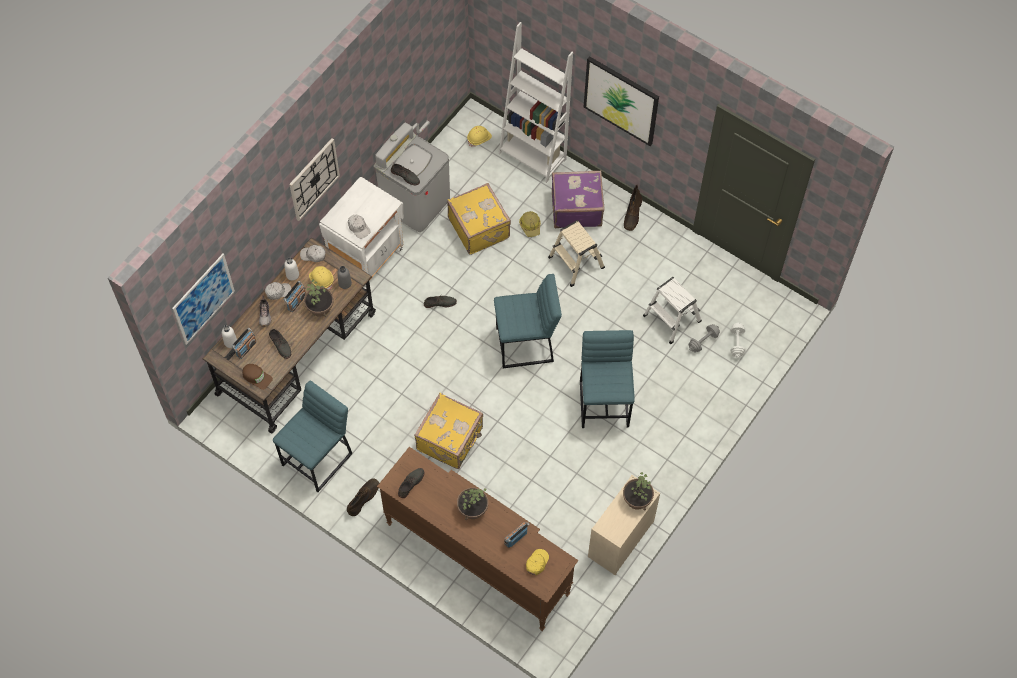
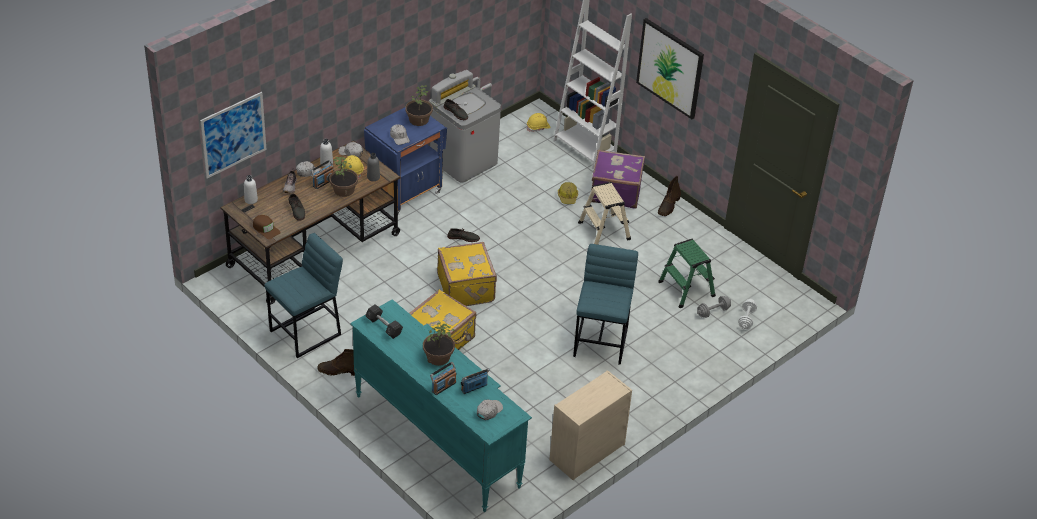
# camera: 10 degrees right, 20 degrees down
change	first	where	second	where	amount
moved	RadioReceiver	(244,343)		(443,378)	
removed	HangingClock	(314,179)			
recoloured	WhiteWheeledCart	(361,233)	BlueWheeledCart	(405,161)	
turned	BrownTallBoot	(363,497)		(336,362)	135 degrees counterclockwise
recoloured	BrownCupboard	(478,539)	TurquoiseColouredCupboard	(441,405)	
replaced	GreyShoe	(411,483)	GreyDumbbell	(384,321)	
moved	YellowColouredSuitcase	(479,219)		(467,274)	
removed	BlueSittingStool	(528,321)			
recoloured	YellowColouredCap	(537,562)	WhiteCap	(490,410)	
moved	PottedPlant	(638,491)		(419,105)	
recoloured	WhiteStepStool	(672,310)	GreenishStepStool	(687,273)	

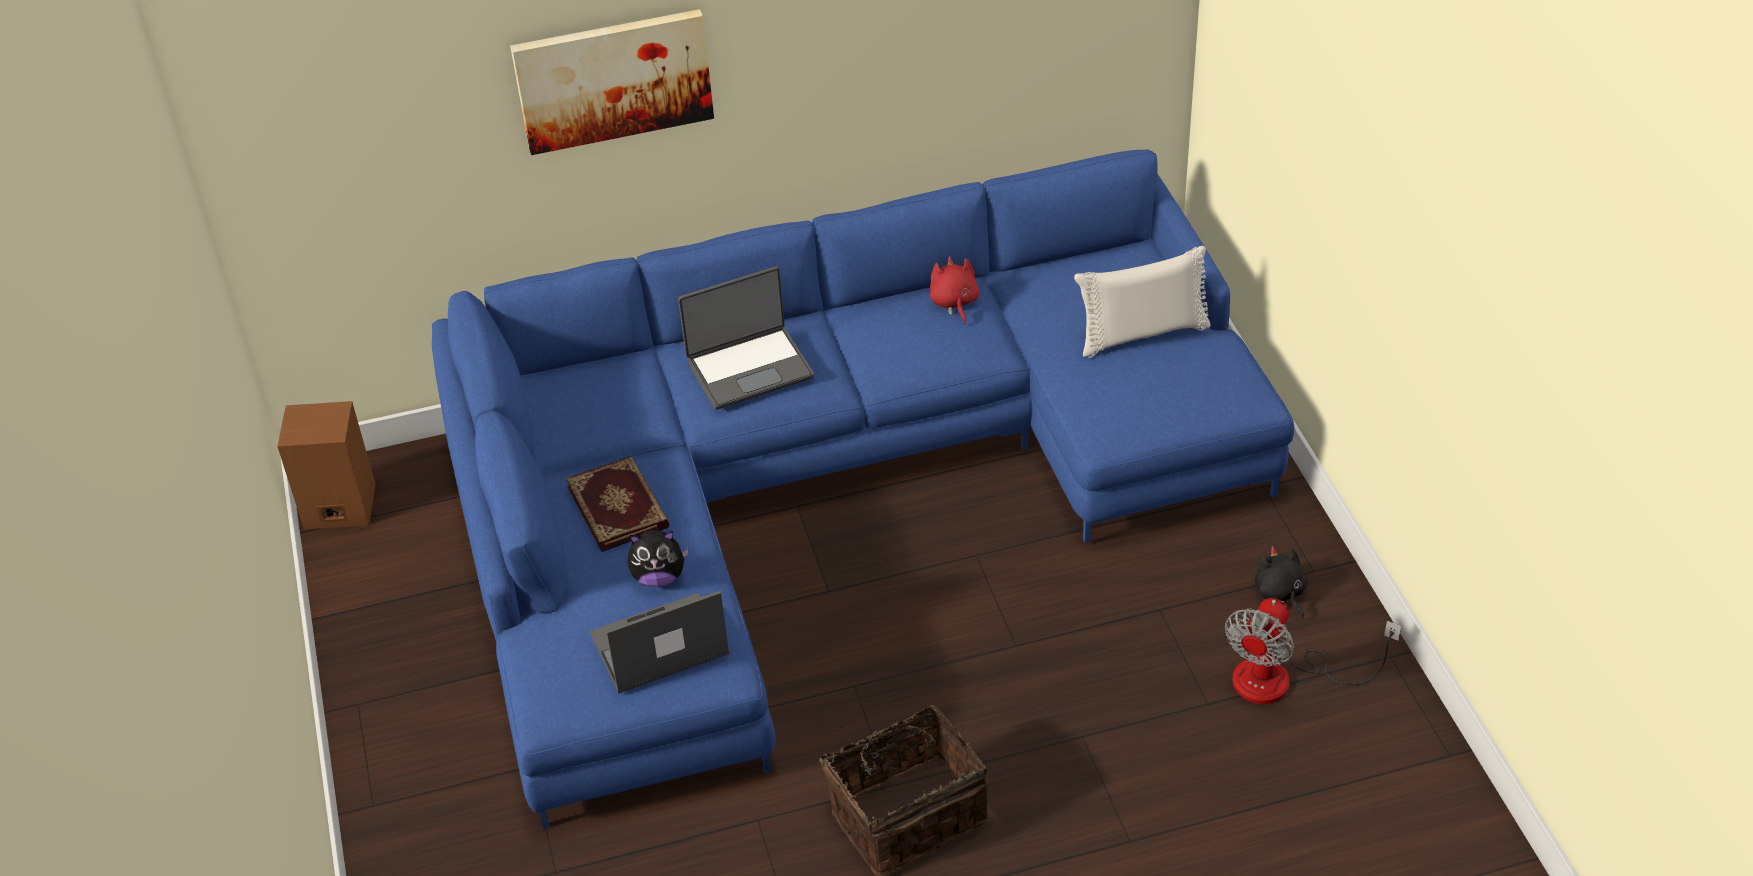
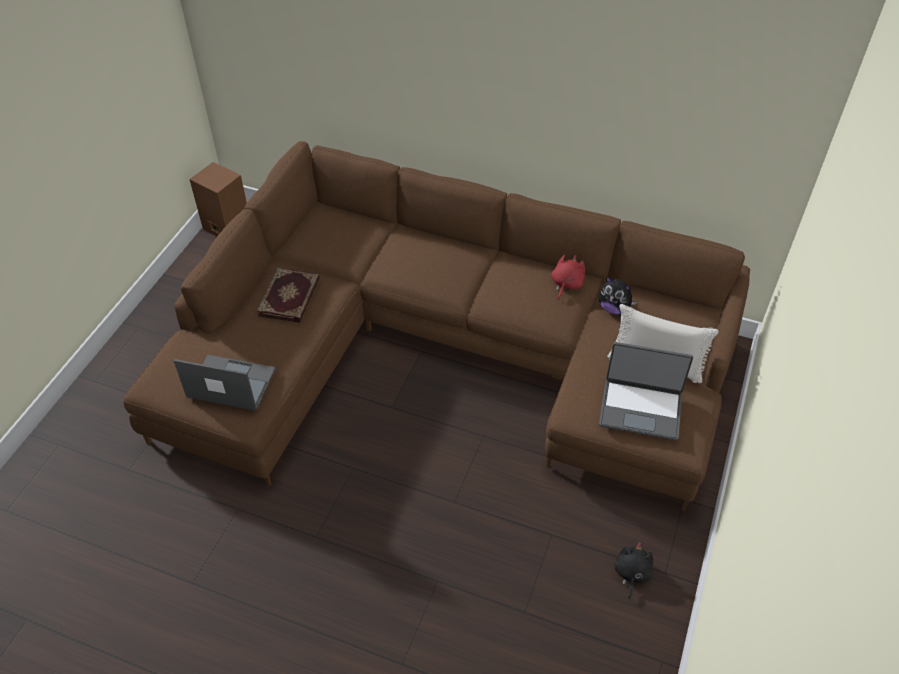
# camera: 35 degrees right, 5 degrees up
change	first	where	second	where	amount
recoloured	BlueCouch	(863,489)	BrownCouch	(436,326)	
removed	Picture	(612,82)			
moved	SoftToy	(658,558)		(618,295)	
moved	PortableComputer	(746,338)		(646,391)	
removed	Basket	(903,790)			
removed	CoolingFan	(1313,651)			

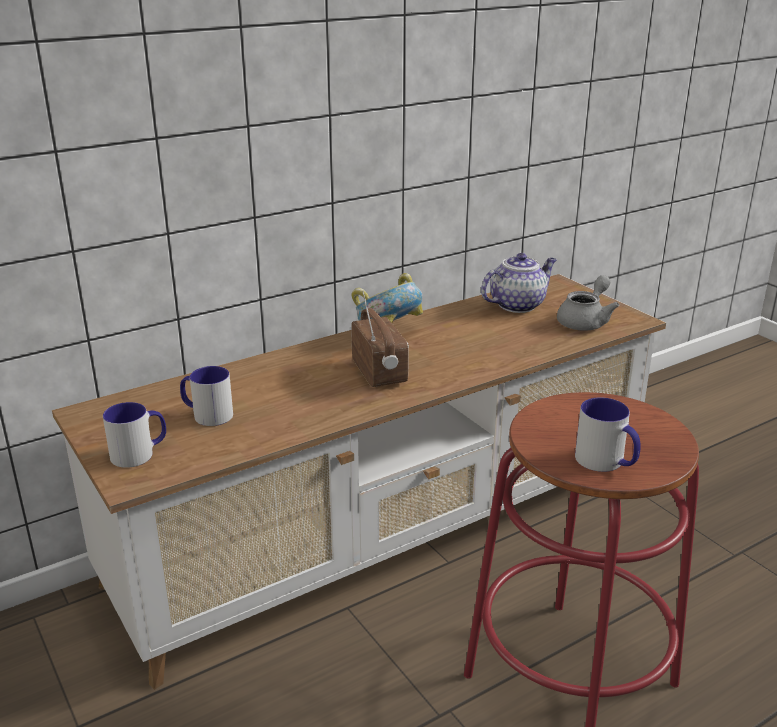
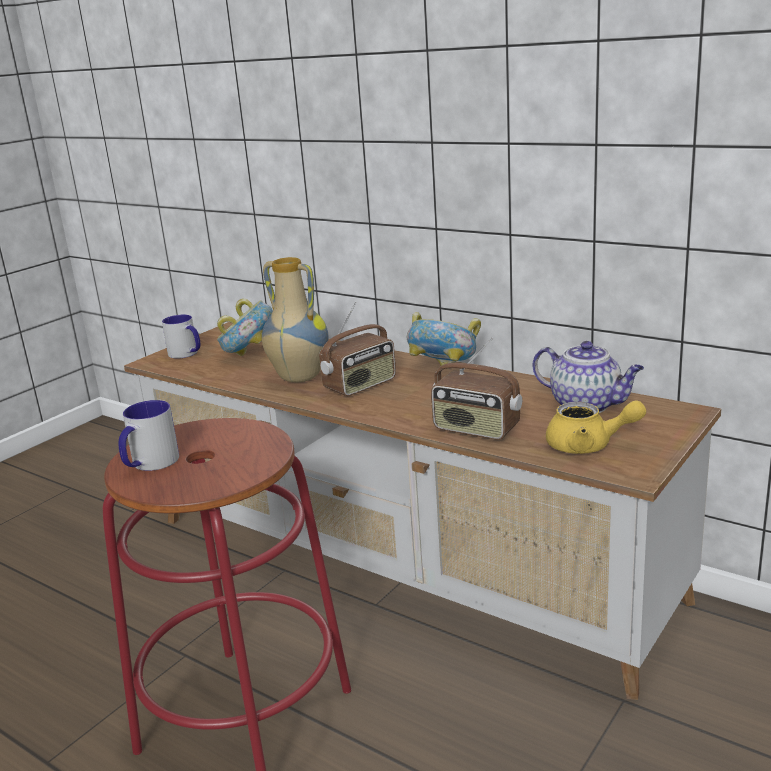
# camera: 70 degrees right, 5 degrees down
change	first	where	second	where	amount
replaced	Mug	(206,396)	DeepDish	(245,327)	
recoloured	GreyTeaPot	(588,303)	YellowColouredTeaPot	(596,427)	
added			FlowerVase	(295,319)	
added			RadioReceiver	(476,388)	

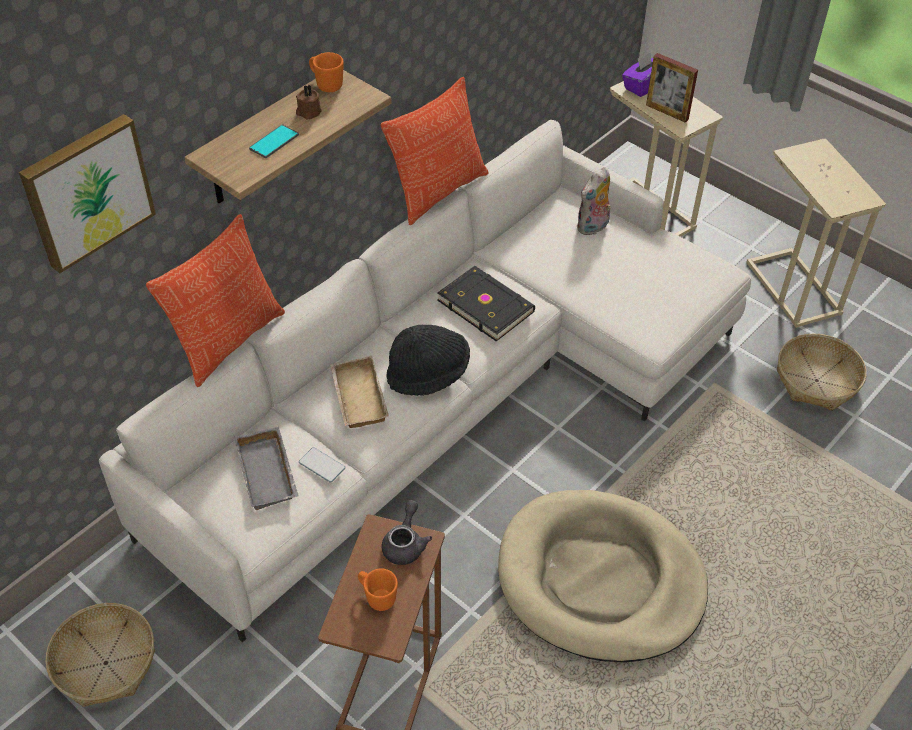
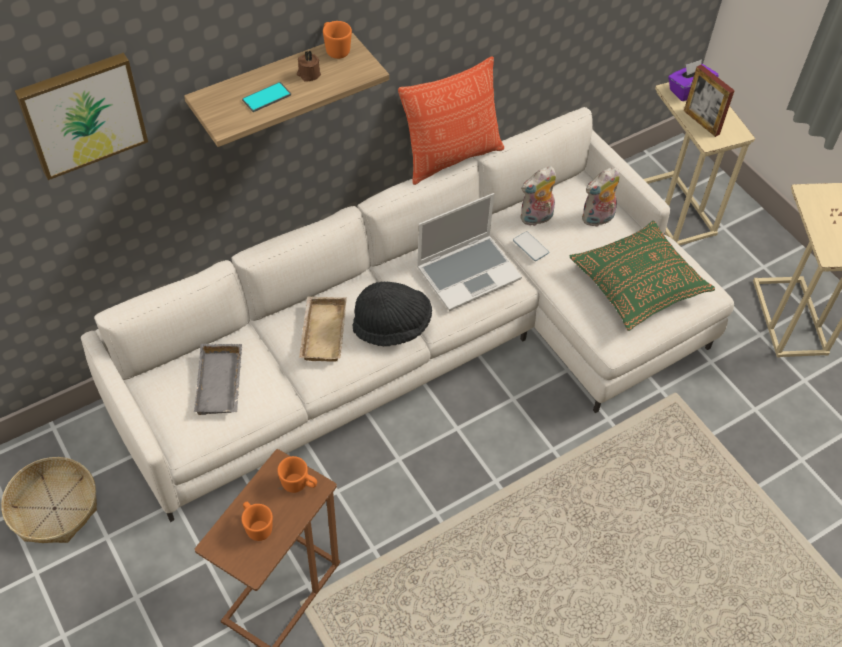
# camera: 15 degrees right, 5 degrees up
change	first	where	second	where	amount
removed	OrangePillow	(215,300)			
moved	Phone	(322,465)		(531,246)	
replaced	GreyTeaPot	(407,532)	OrangeMug	(297,474)	
replaced	BlackColouredBook	(486,303)	PortableComputer	(469,252)	
removed	BeigeDogCushion	(603,576)			
removed	Basket	(821,372)			
added			SoftToy	(538,196)	
added			GreenishPillow	(642,276)	

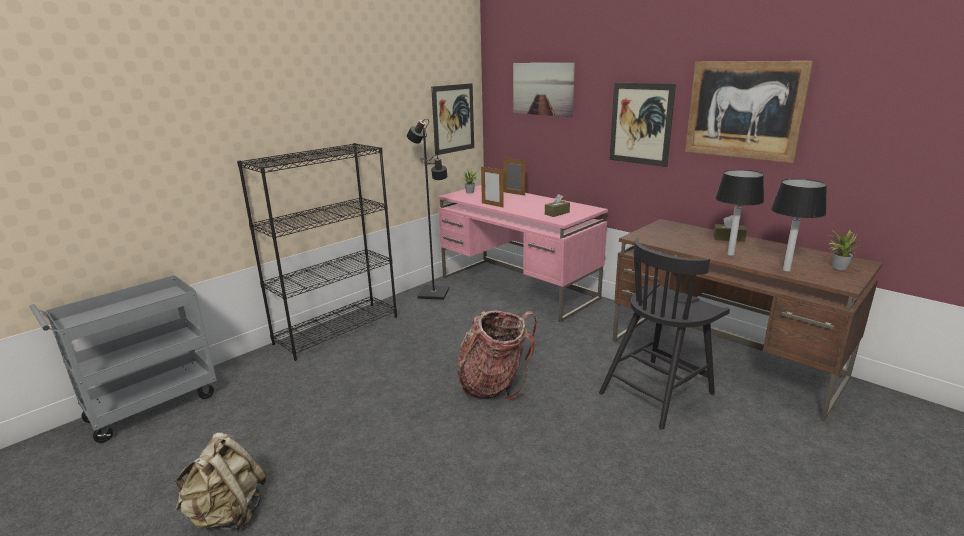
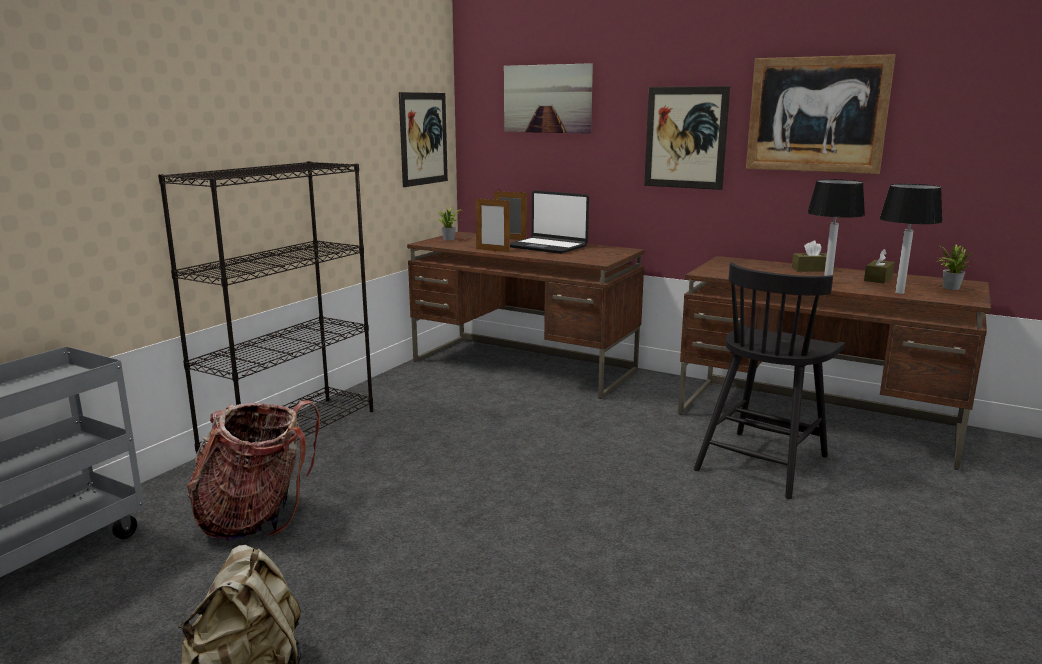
# camera: 15 degrees left, 5 degrees down
change	first	where	second	where	amount
removed	BlackColouredStandardLamp	(428,209)			
recoloured	PinkishDesk	(523,253)	BrownDesk	(526,315)	
moved	Knapsack	(497,355)		(253,470)	
moved	BrownTissueHolder	(557,205)		(879,266)	
added			PortableComputer	(549,222)	

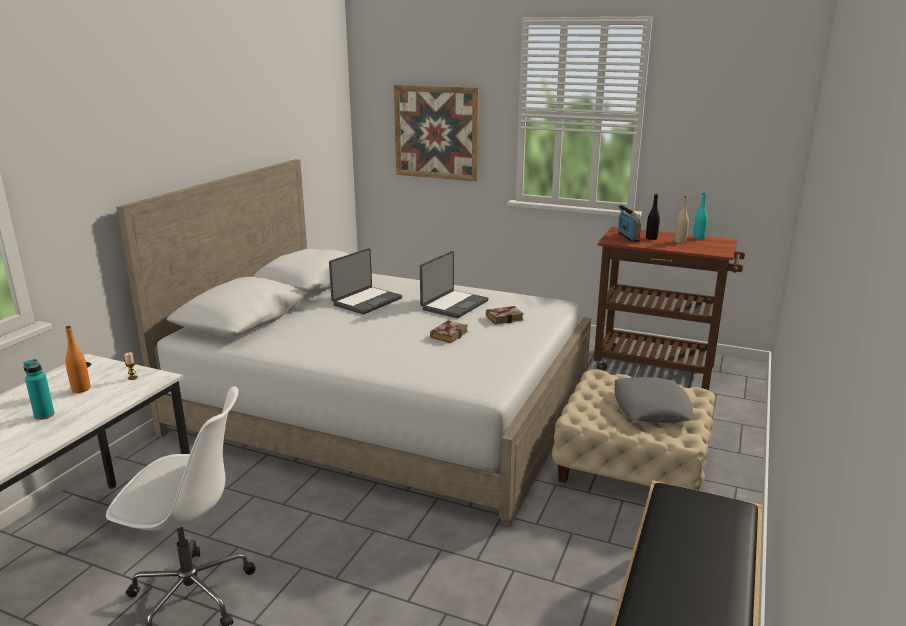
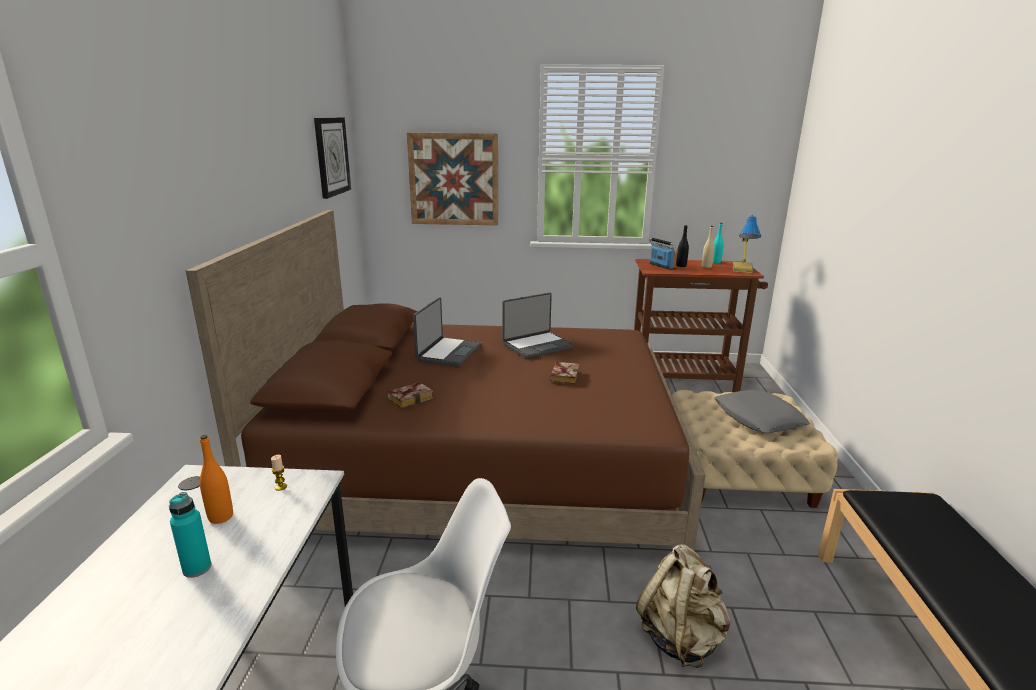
# camera: 20 degrees left, 0 degrees up
change	first	where	second	where	amount
recoloured	WhiteBed	(353,342)	BrownBed	(446,380)	
turned	PortableComputer	(454,284)		(538,325)	45 degrees clockwise
moved	Book	(505,315)		(410,395)	
added			HangingClock	(332,158)	
added			BeigeKnapsack	(683,606)	
added			LampForATable	(746,244)	

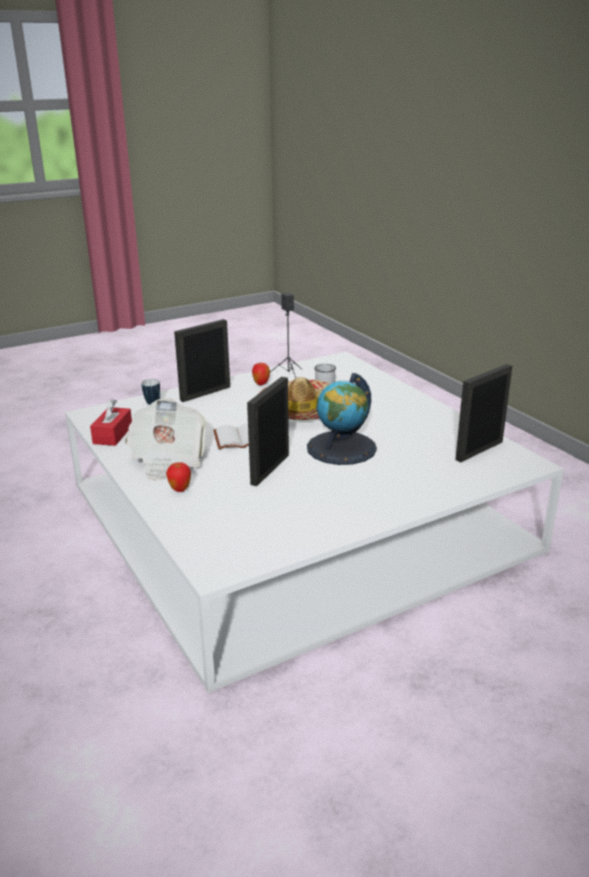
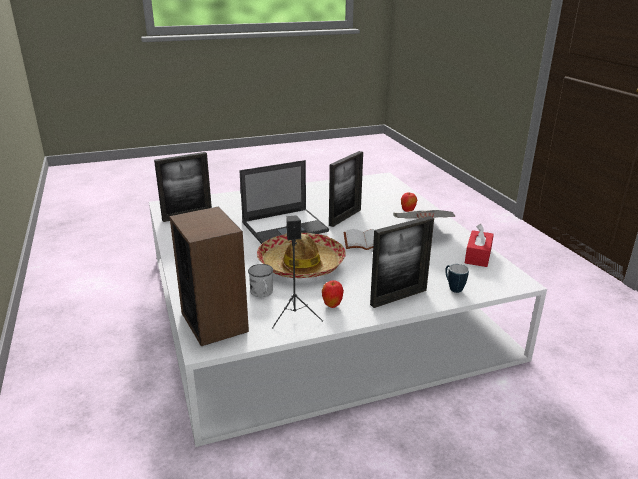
# camera: 170 degrees left, 0 degrees up
change	first	where	second	where	amount
replaced	Globe	(342,419)	PortableComputer	(284,202)	
added			Speaker	(209,276)	

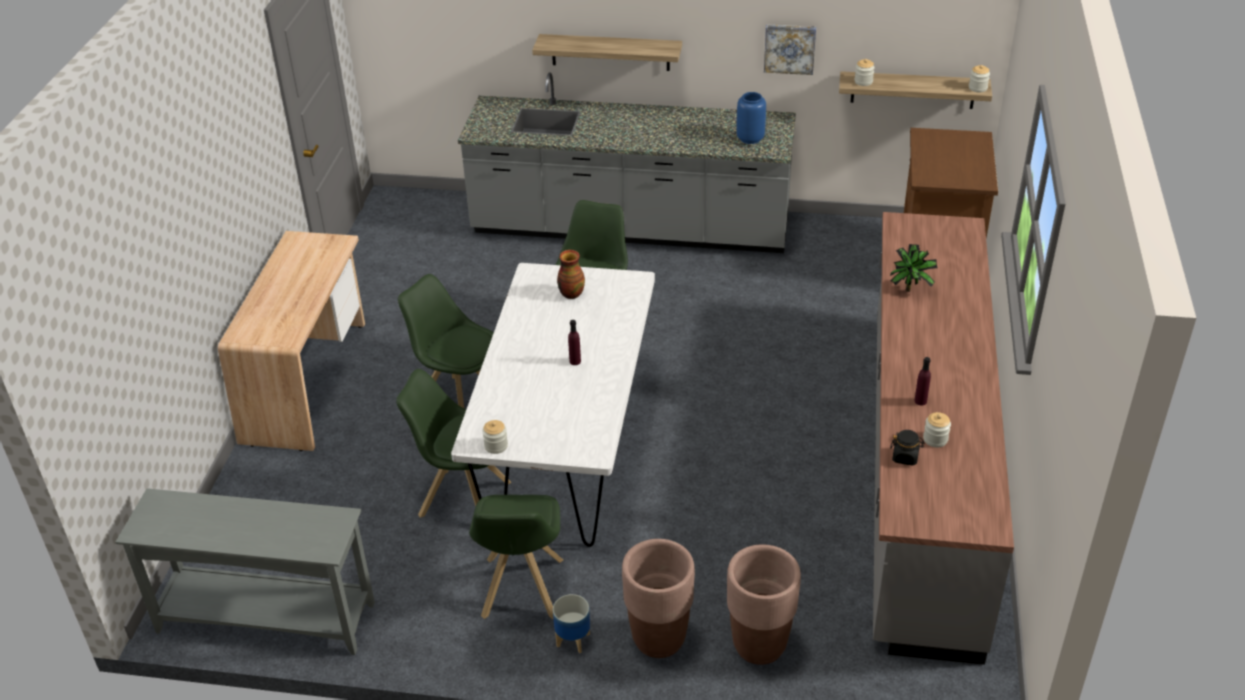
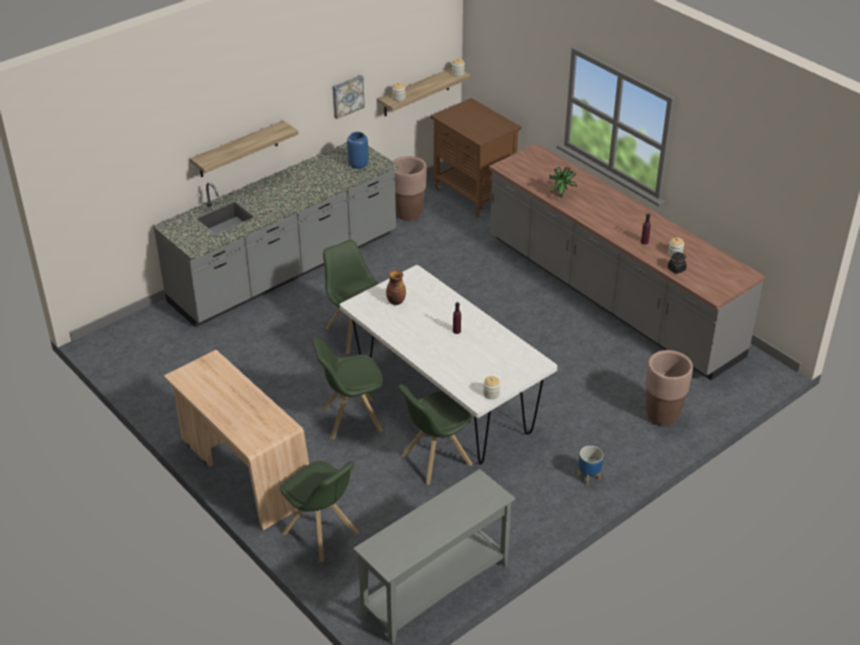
# camera: 50 degrees left, 0 degrees up
change	first	where	second	where	amount
moved	GreenishUprightChair	(516,557)		(319,511)	
moved	BrownFlowerPot	(658,598)		(410,188)	

